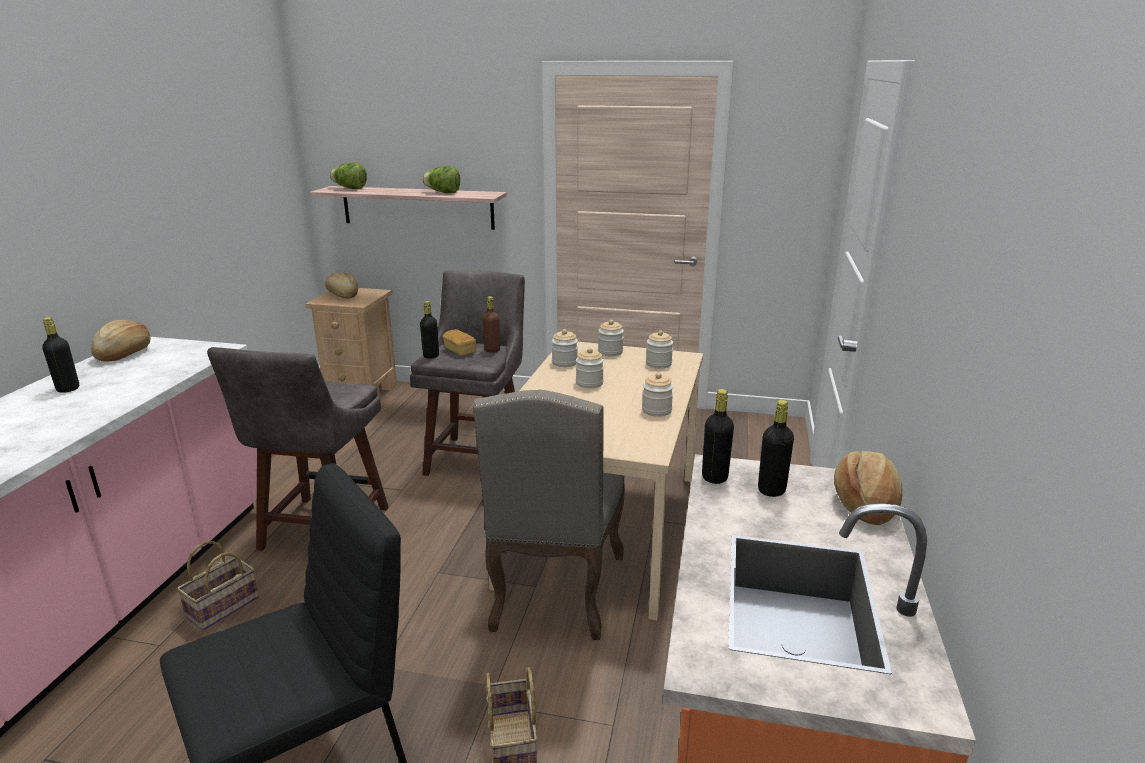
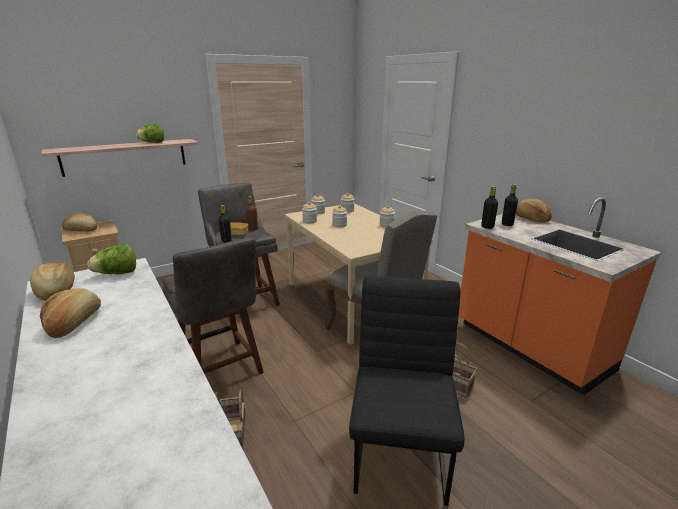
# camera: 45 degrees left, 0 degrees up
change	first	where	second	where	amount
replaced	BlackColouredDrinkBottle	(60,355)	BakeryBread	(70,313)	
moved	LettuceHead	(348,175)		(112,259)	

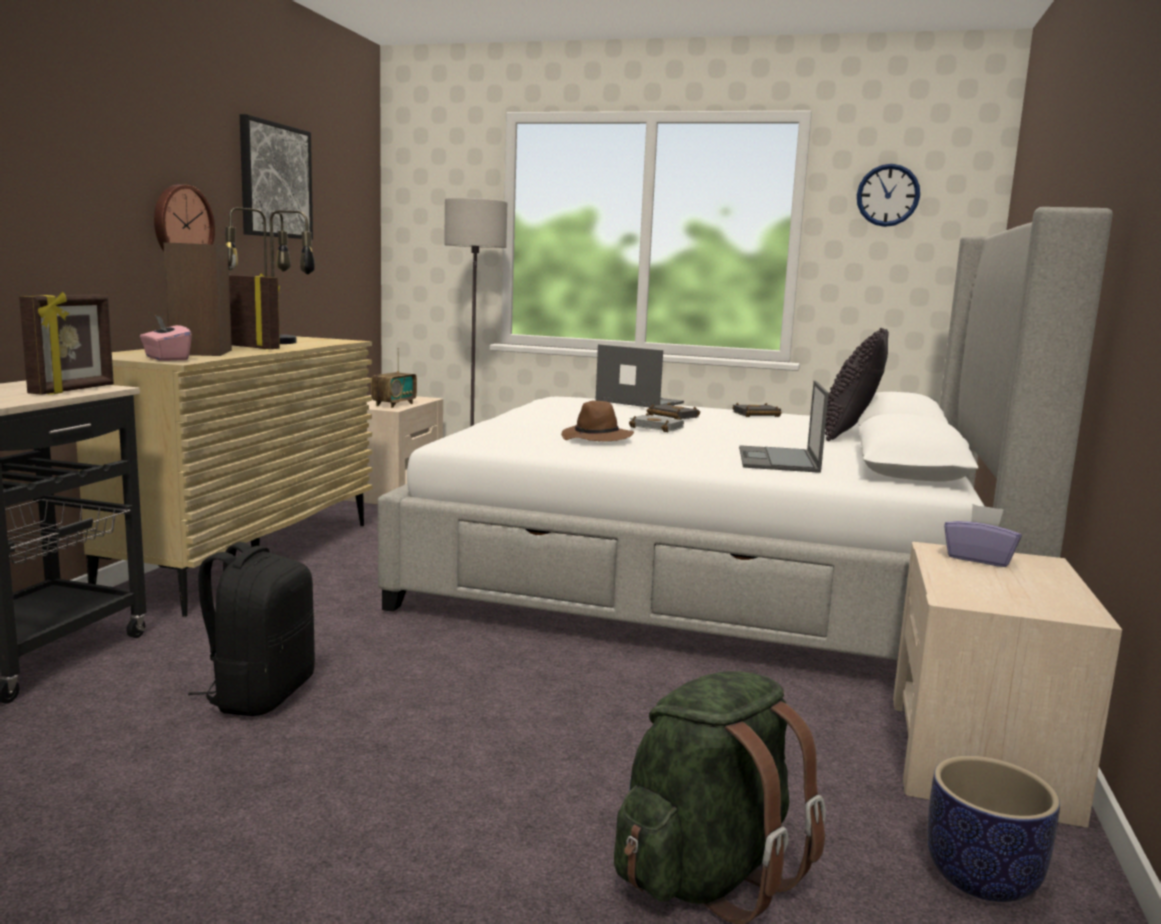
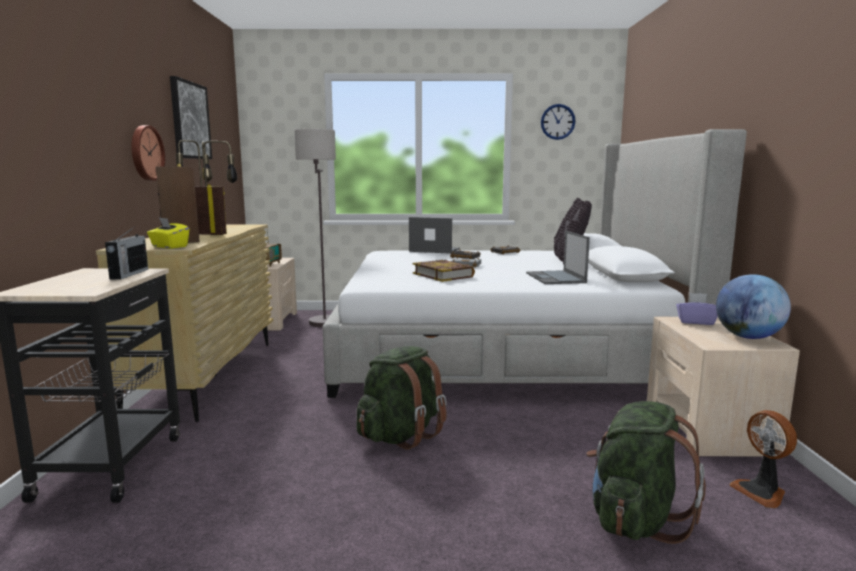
# camera: 15 degrees left, 0 degrees up
change	first	where	second	where	amount
replaced	StandingFrame	(66,343)	RadioReceiver	(126,254)	
recoloured	PinkishTissueHolder	(166,338)	YellowColouredTissueHolder	(168,233)	
removed	BlackColouredKnapsack	(251,629)			
replaced	BrownClothingHat	(597,420)	Book	(444,271)	
replaced	FlowerPot	(993,829)	CoolingFan	(763,459)	
added			GreenishKnapsack	(402,398)	
added			Globe	(753,306)	

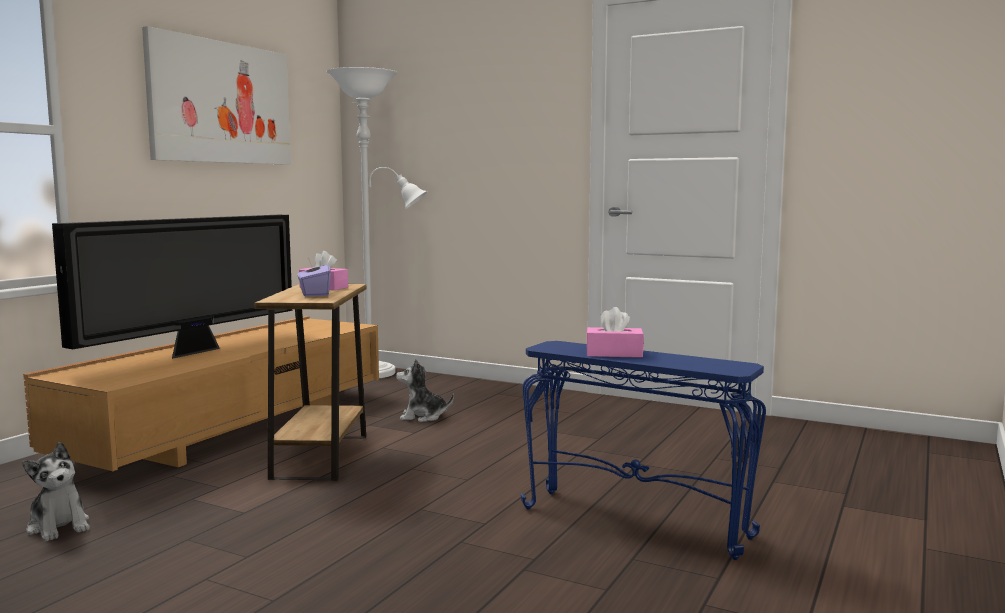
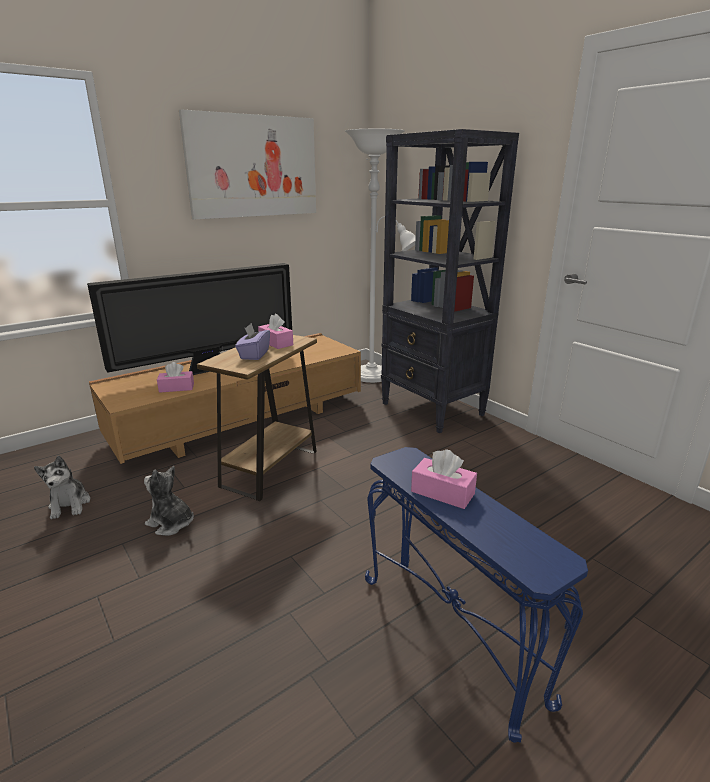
# camera: 25 degrees right, 15 degrees up
change	first	where	second	where	amount
moved	SoftToy	(425,390)		(169,501)	
added			PinkishTissueHolder	(175,377)	
added			BlackColouredBookshelf	(450,281)	

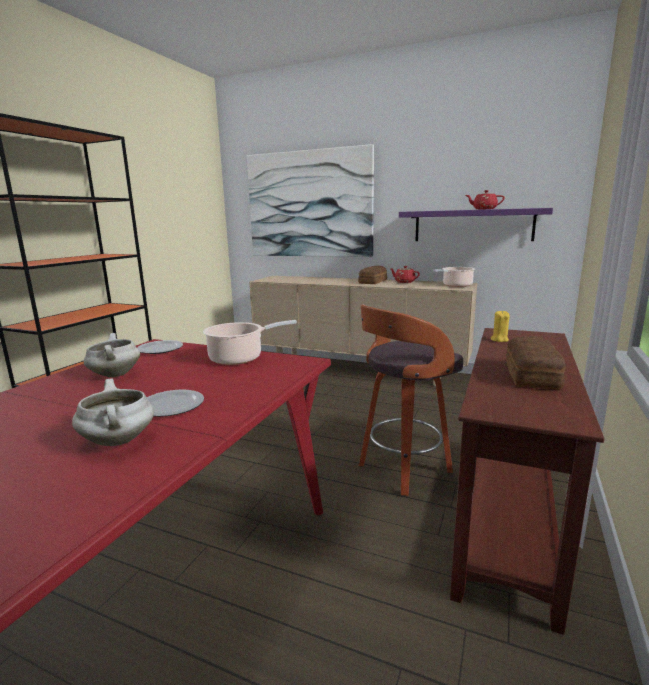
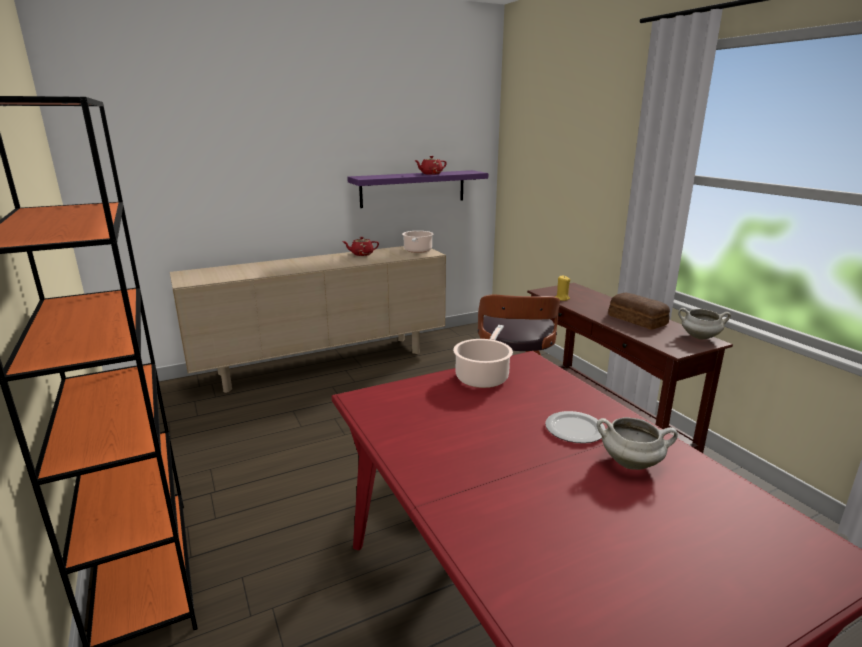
# camera: 50 degrees left, 5 degrees up
change	first	where	second	where	amount
moved	WhiteSaucepot	(112,355)		(704,324)	
removed	DinnerPlate	(160,347)			
removed	Picture	(310,200)			
removed	BakeryBread	(372,275)			

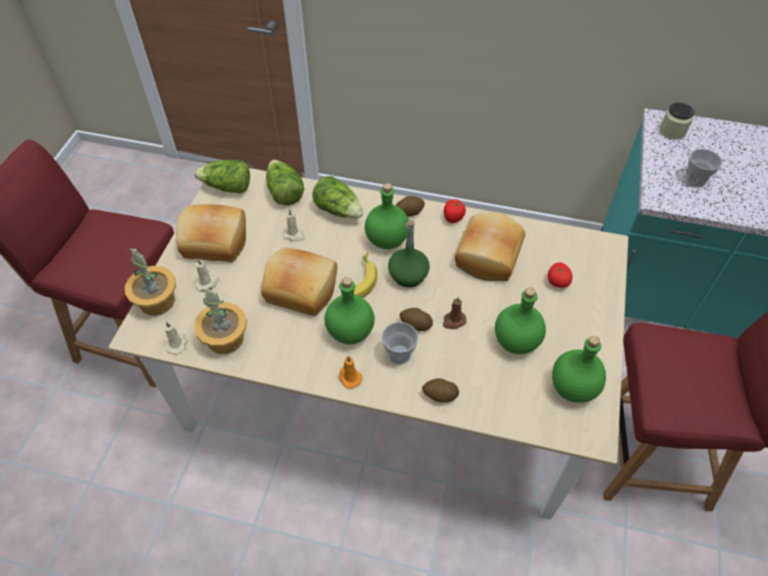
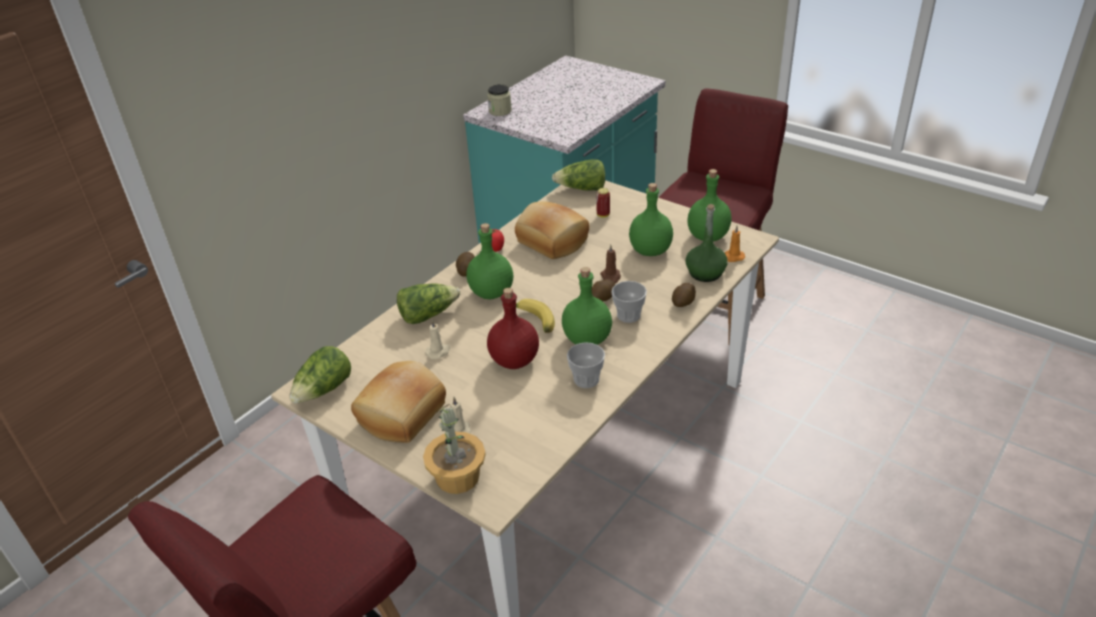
# camera: 65 degrees left, 15 degrees down
change	first	where	second	where	amount
removed	BeigeCandle	(176,337)			
removed	PottedPlant	(220,321)			
replaced	BakeryBread	(299,282)	ReddishDrinkBottle	(513,328)	
moved	LettuceHead	(285,183)		(578,175)	
moved	OrangeCandle	(351,372)		(735,244)	
moved	GreenishDrinkBottle	(409,253)		(707,243)	
replaced	FreshTomato	(560,275)	MetalCan	(603,203)	
moved	DrinkingCup	(703,168)		(586,365)	

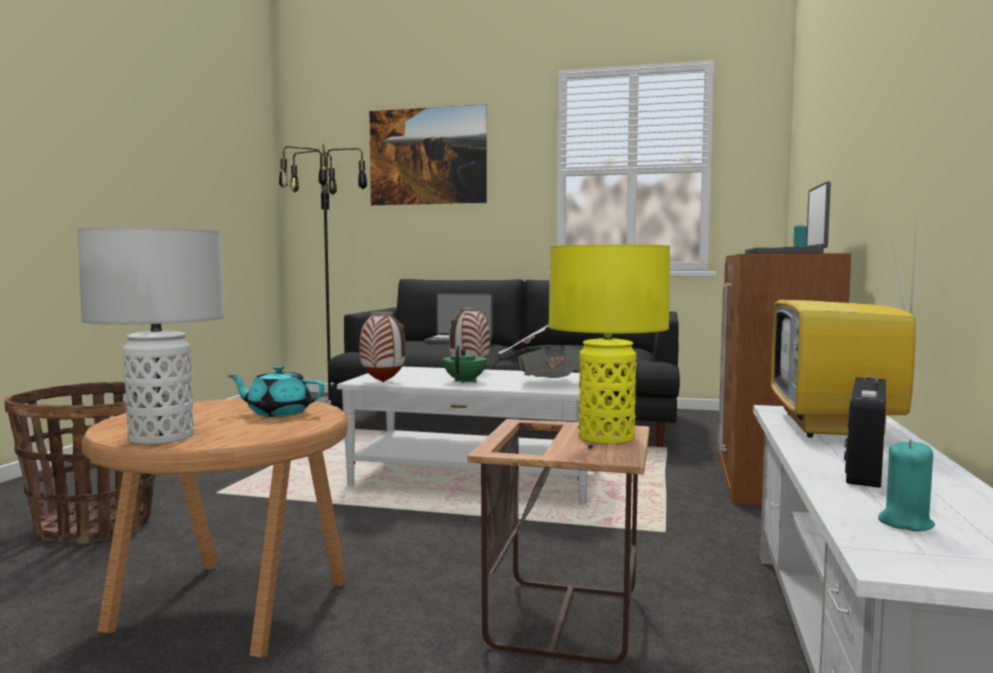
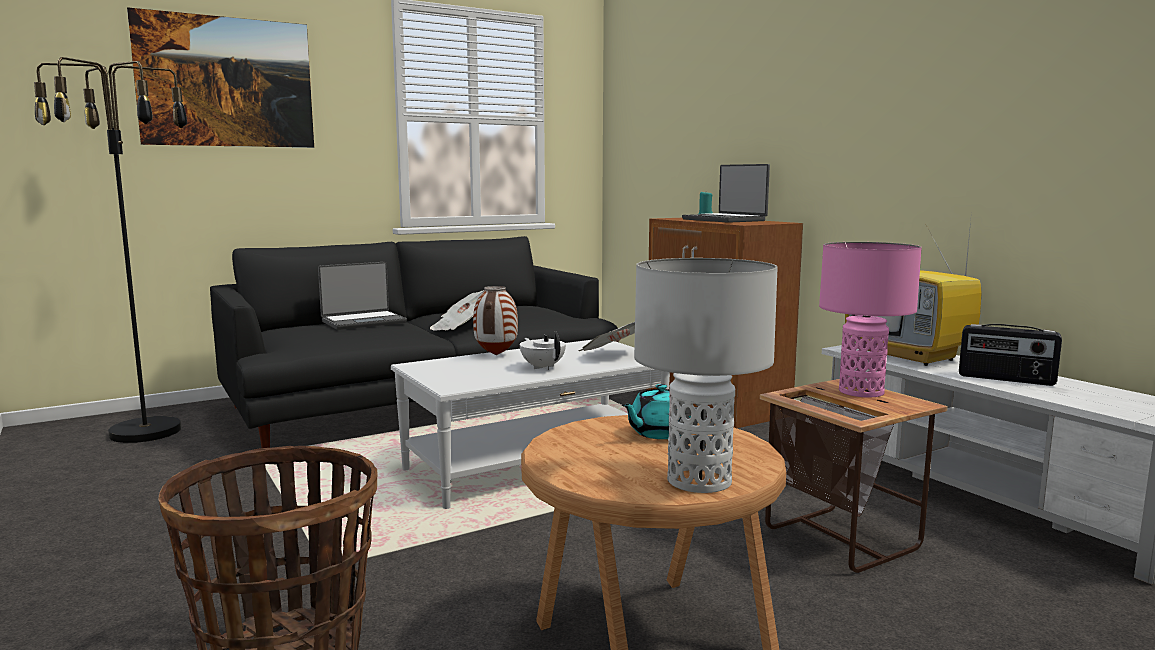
# camera: 45 degrees left, 5 degrees up
change	first	where	second	where	amount
removed	FlowerVase	(383,346)			
recoloured	GreenishTeaPot	(465,364)	WhiteTeaPot	(543,351)	
recoloured	YellowColouredLampForATable	(609,344)	PinkishLampForATable	(870,319)	
turned	RadioReceiver	(865,432)		(1010,355)	45 degrees counterclockwise
removed	TurquoiseColouredCandle	(906,485)			

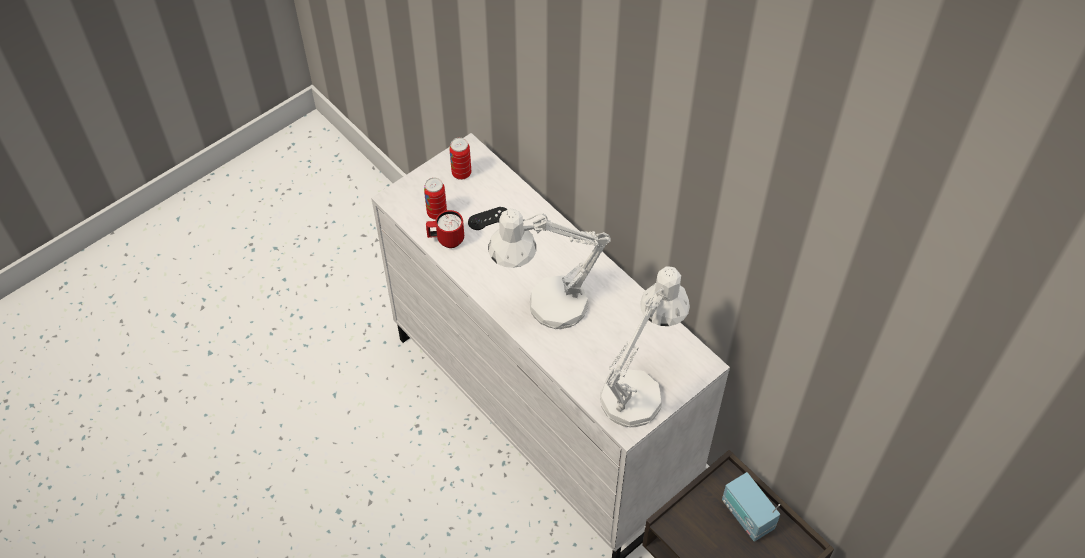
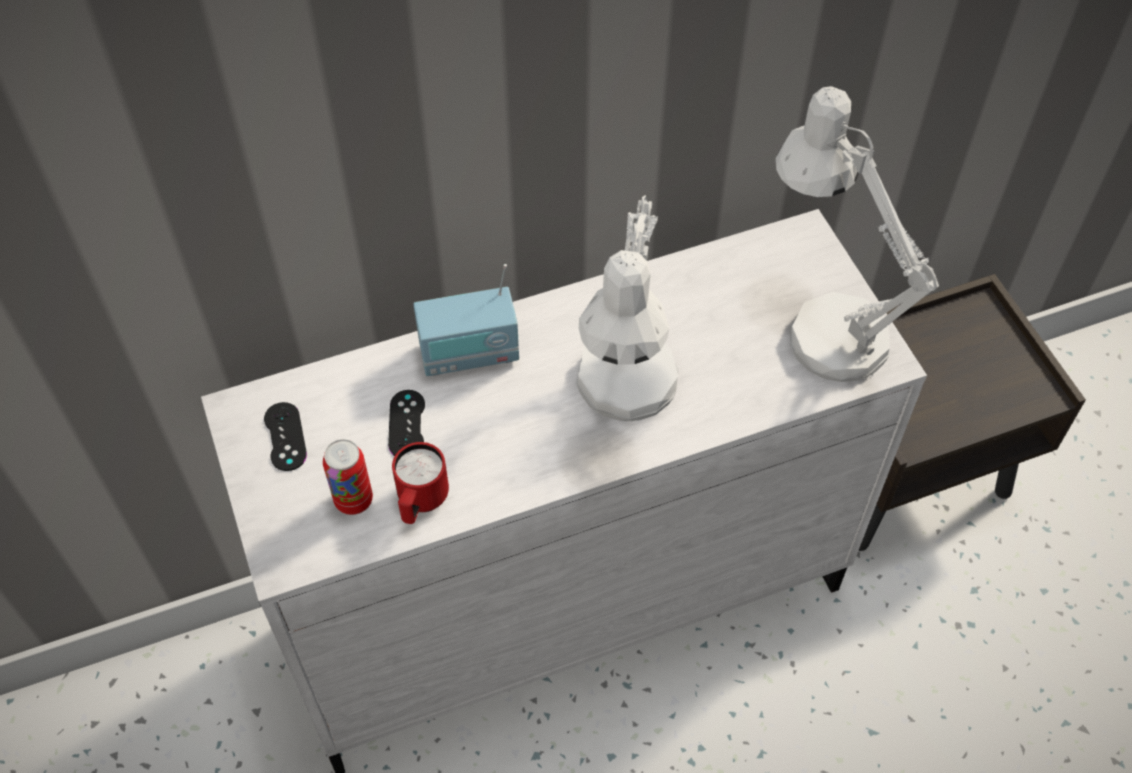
# camera: 70 degrees left, 0 degrees up
change	first	where	second	where	amount
replaced	MetalCan	(460,159)	BlackColouredGameController	(285,436)	
moved	RadioReceiver	(751,507)		(466,320)	

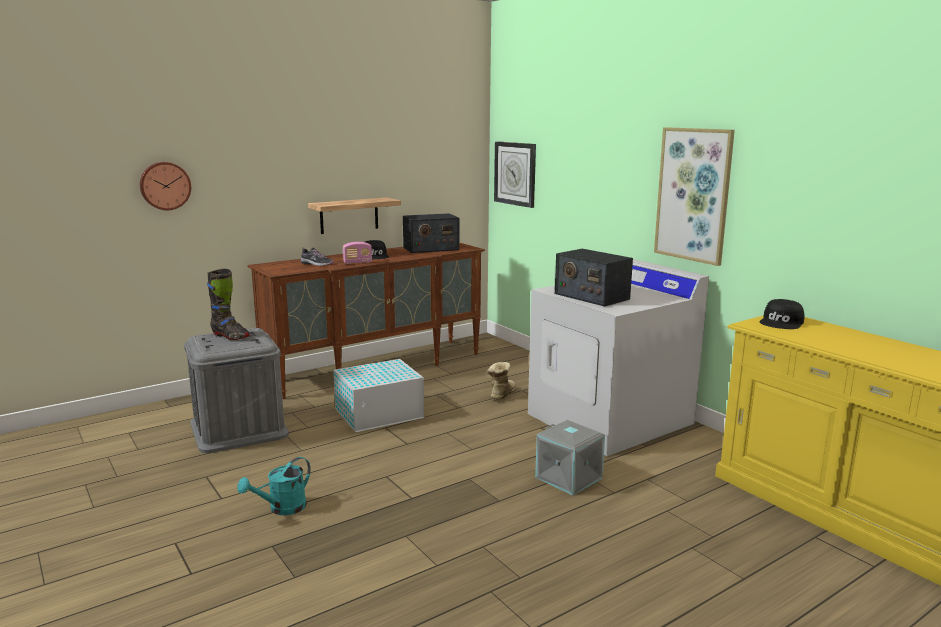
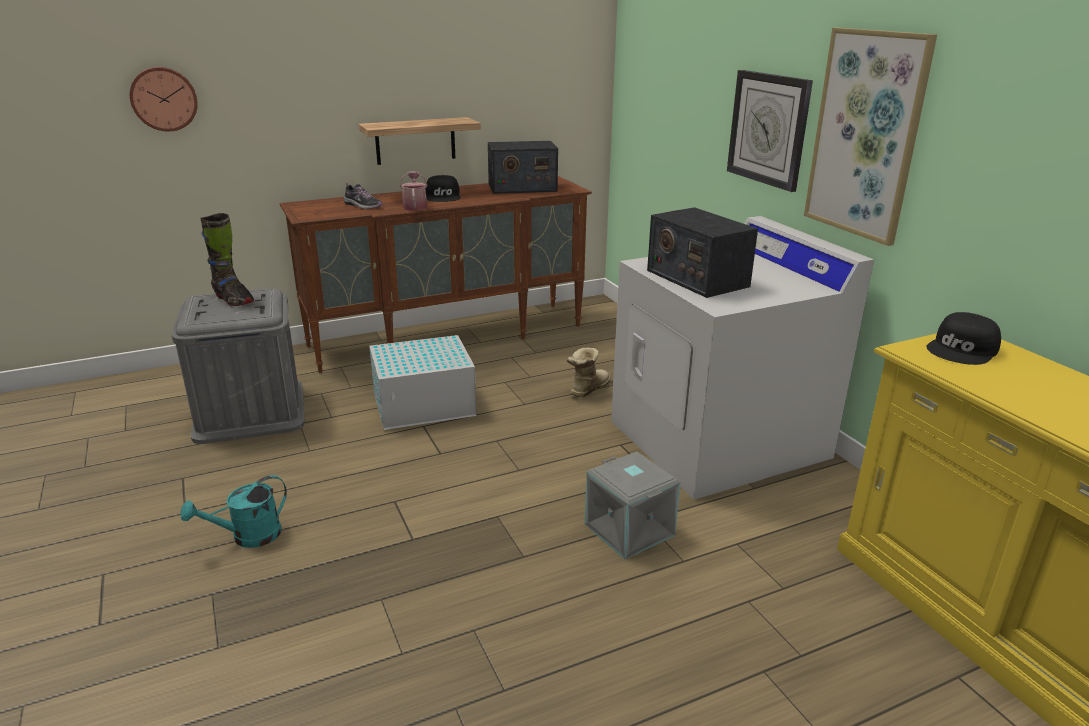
# camera: 10 degrees right, 10 degrees up
change	first	where	second	where	amount
replaced	RadioReceiver	(357,253)	WateringPot	(413,191)	
moved	HangingClock	(515,174)		(770,131)	

